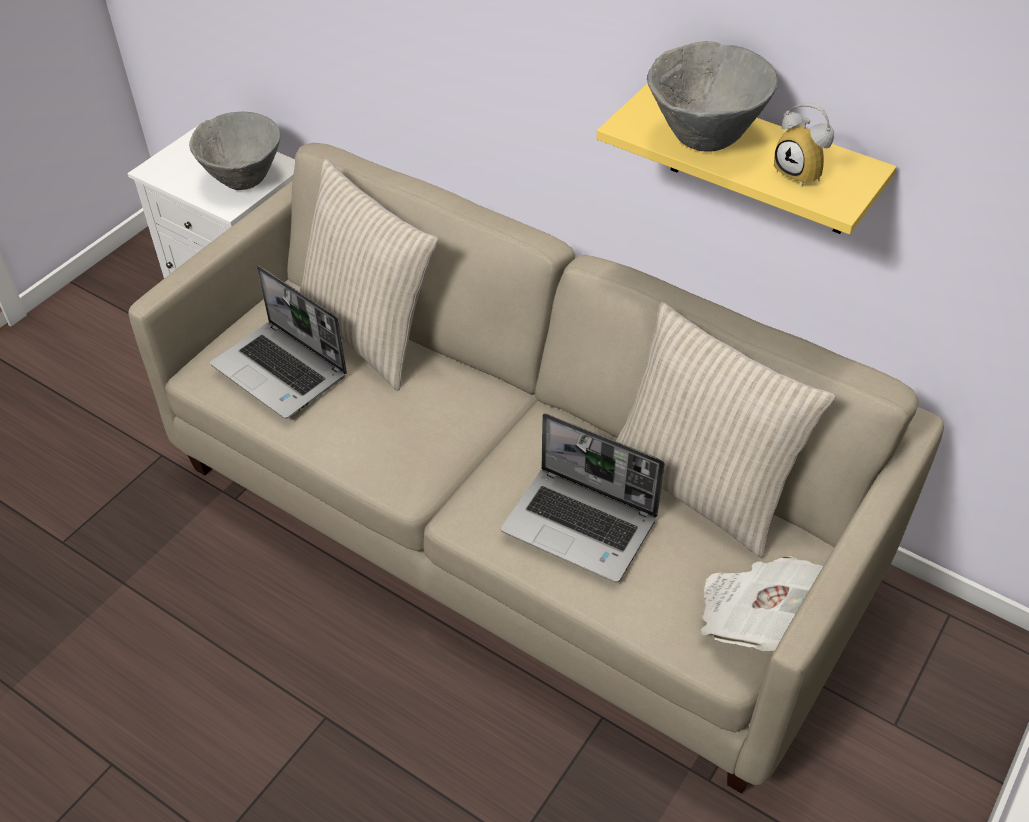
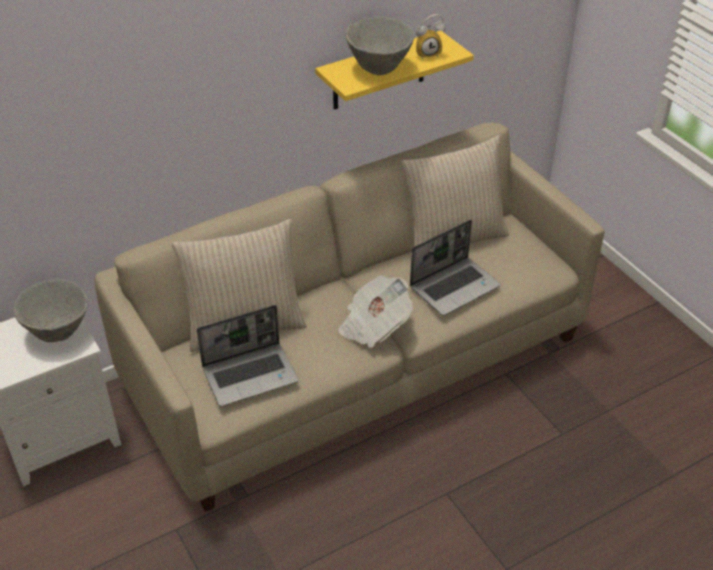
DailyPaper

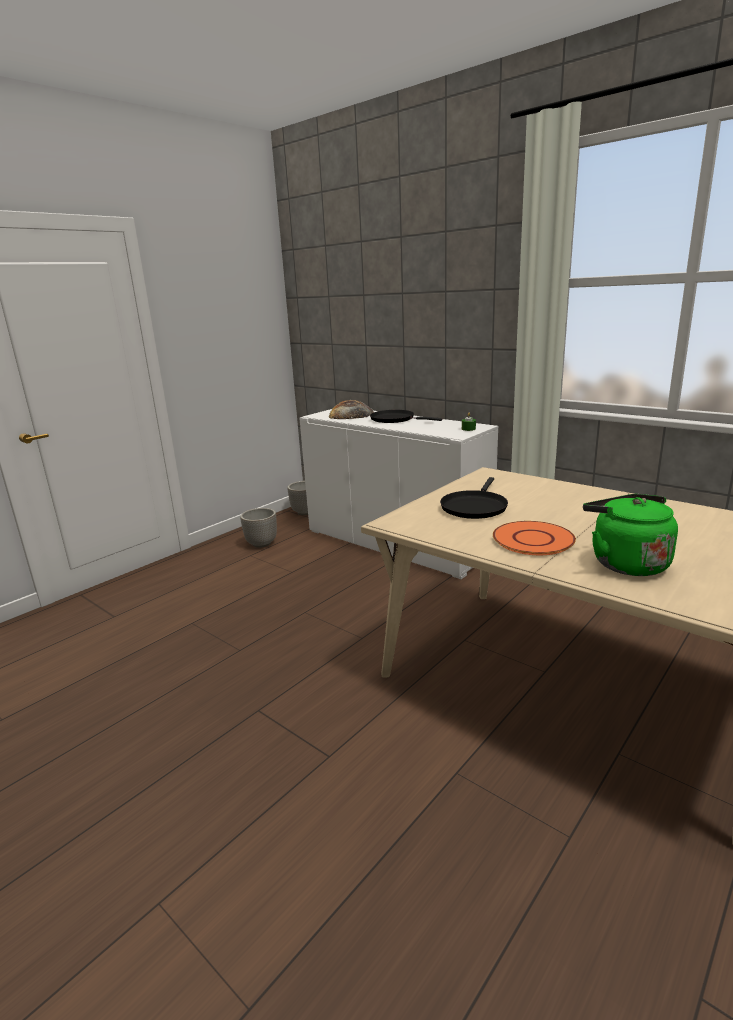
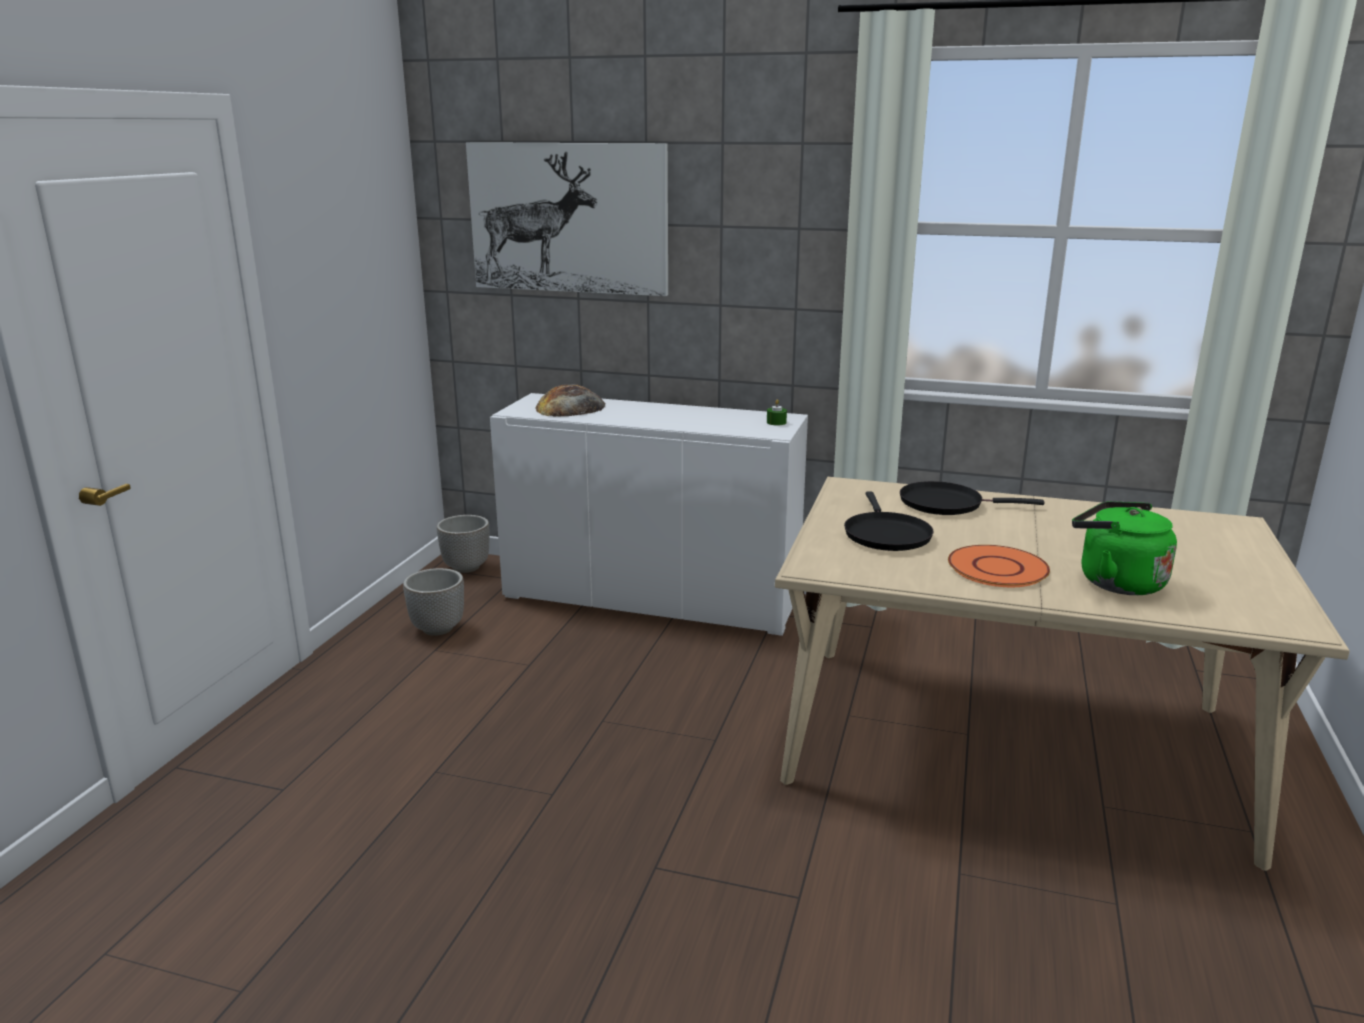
BlackishSkillet (2nd from left)
Picture

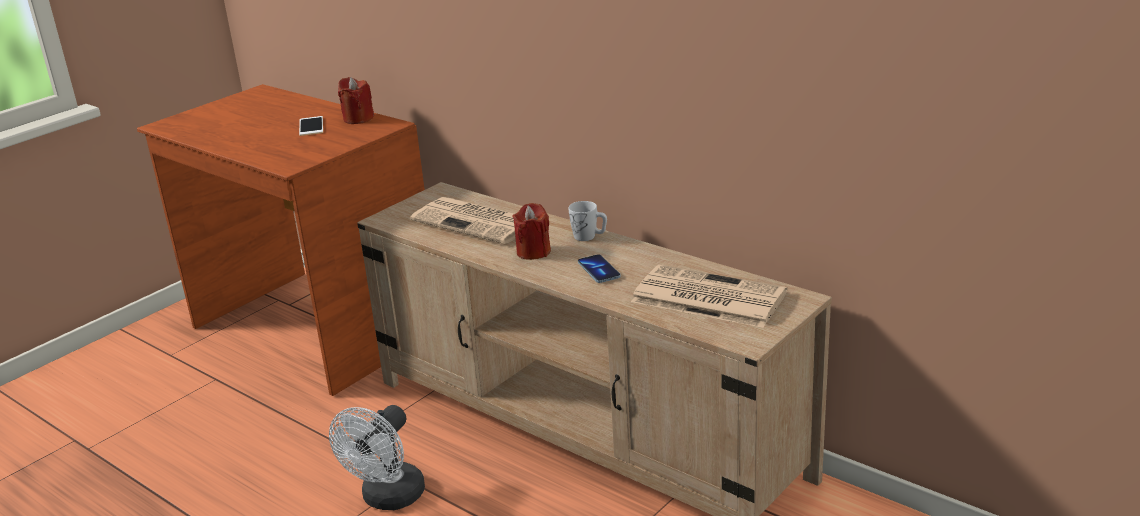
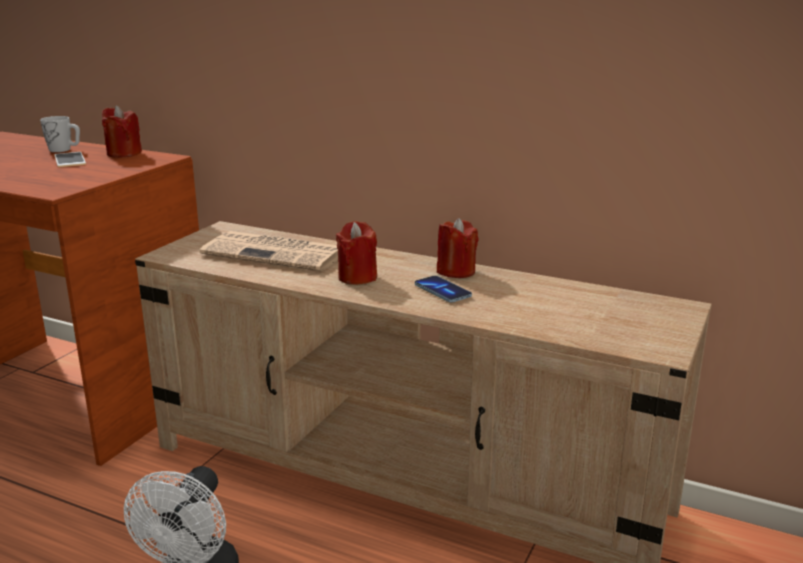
WhiteColouredCoffeeMug
DailyPaper (2nd from left in the first image)
RedColouredCandle (3rd from left)

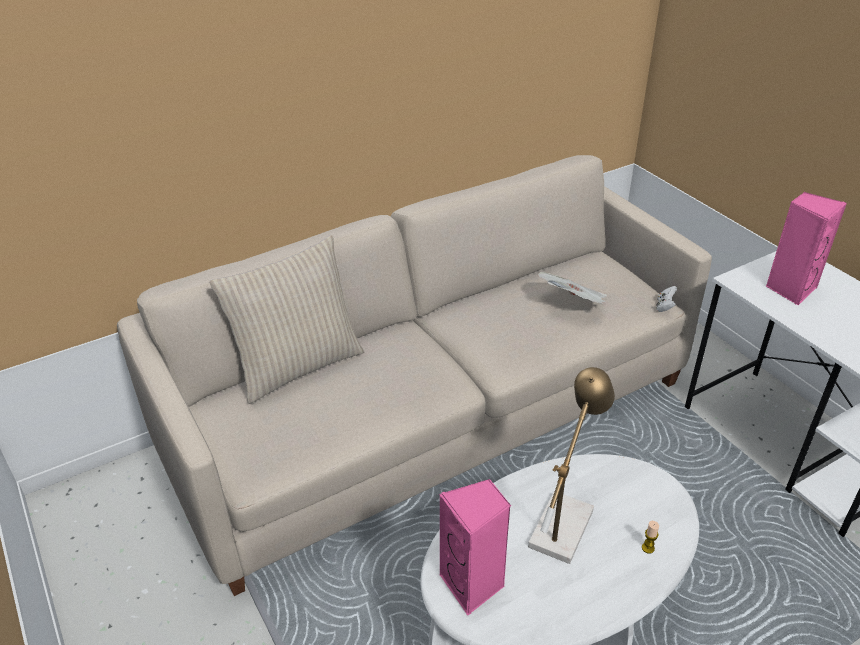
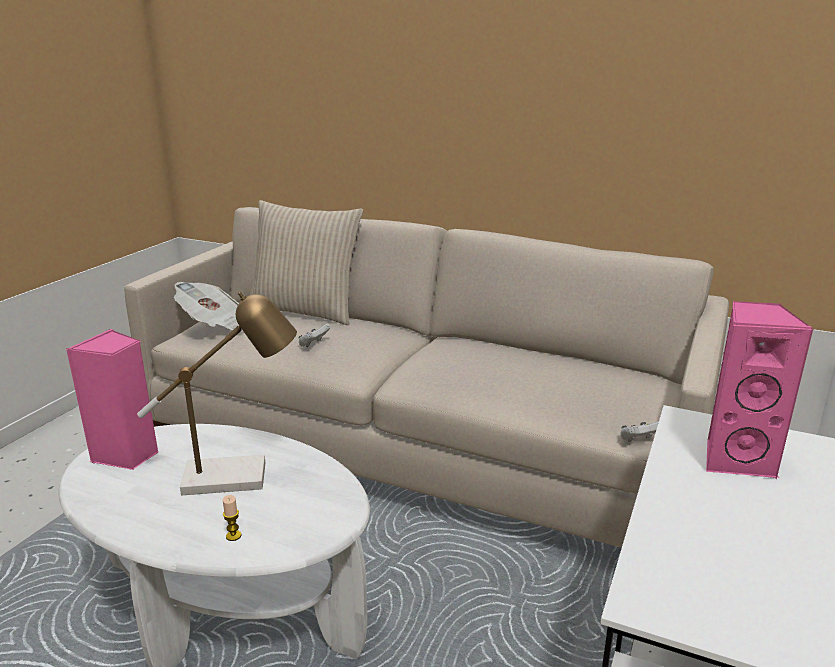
DailyPaper
WhiteColouredJoypad (1st from left)

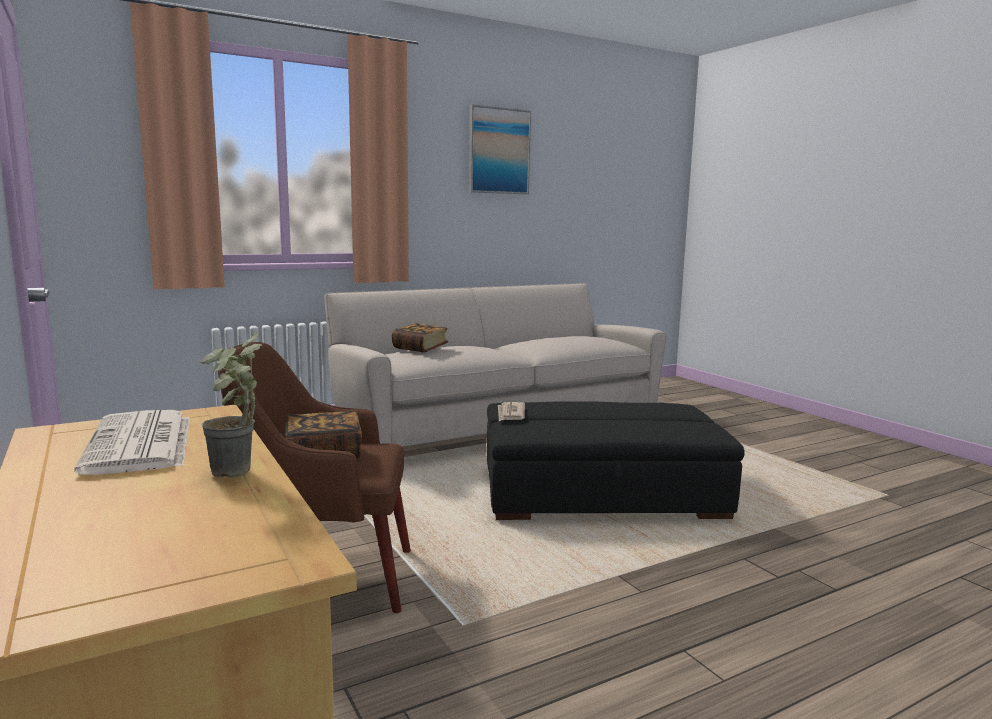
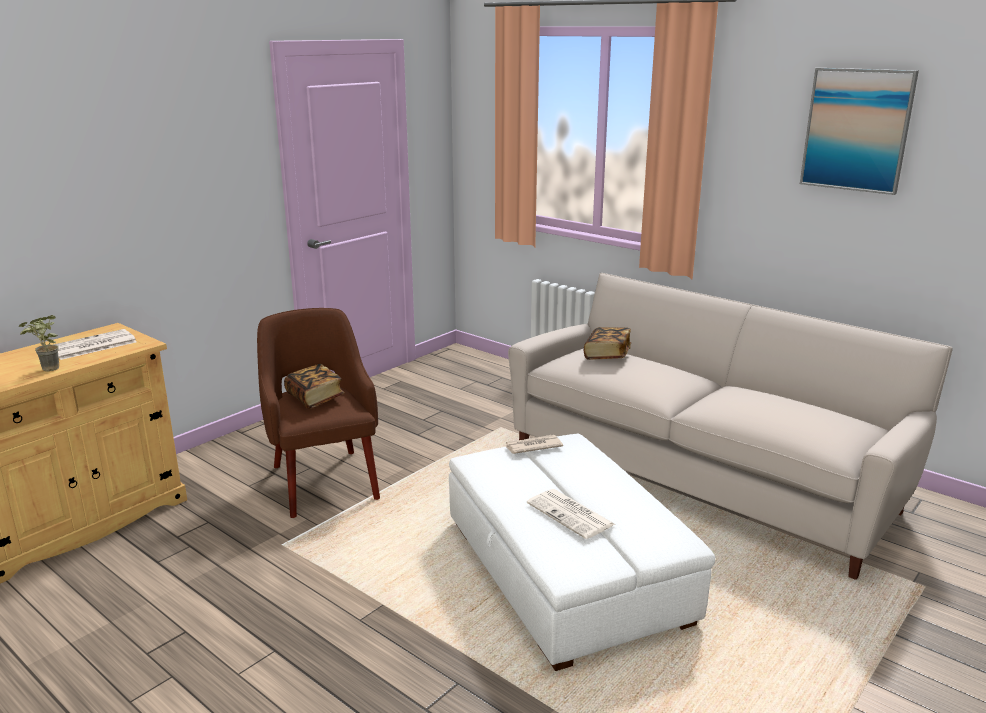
WhiteColouredOttoman
DailyPaper (3rd from left)

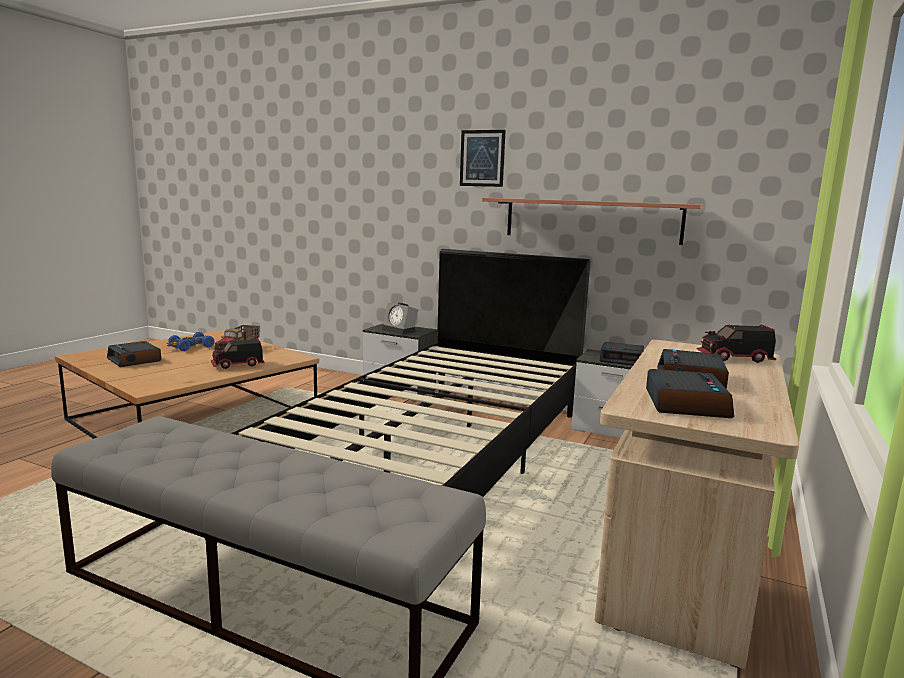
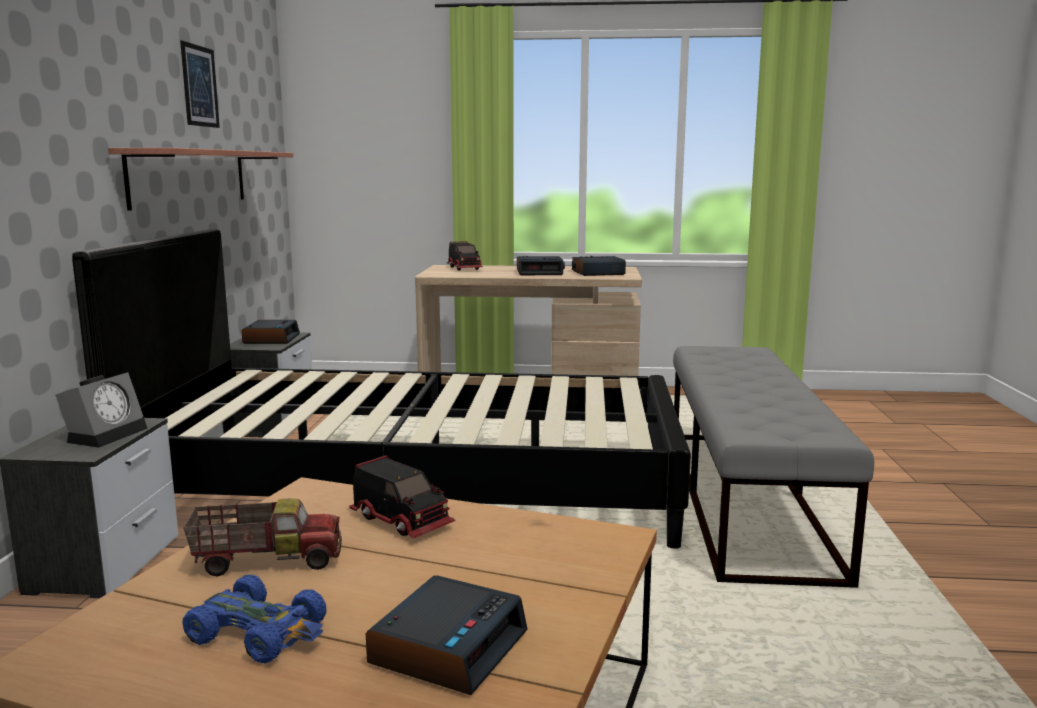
Picture

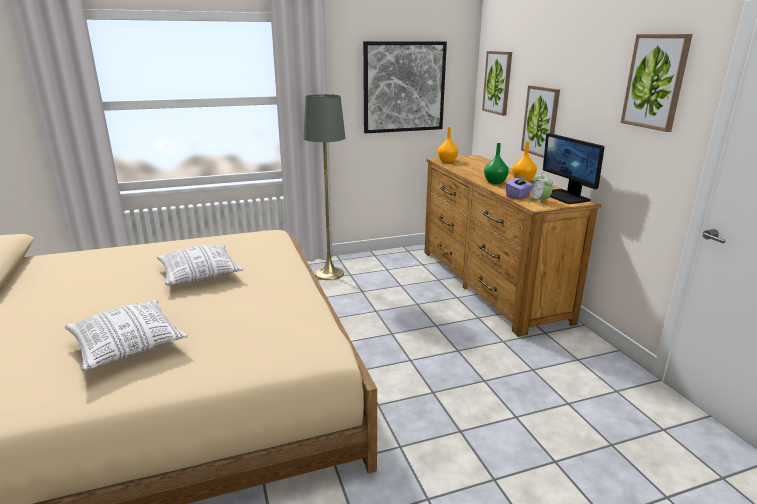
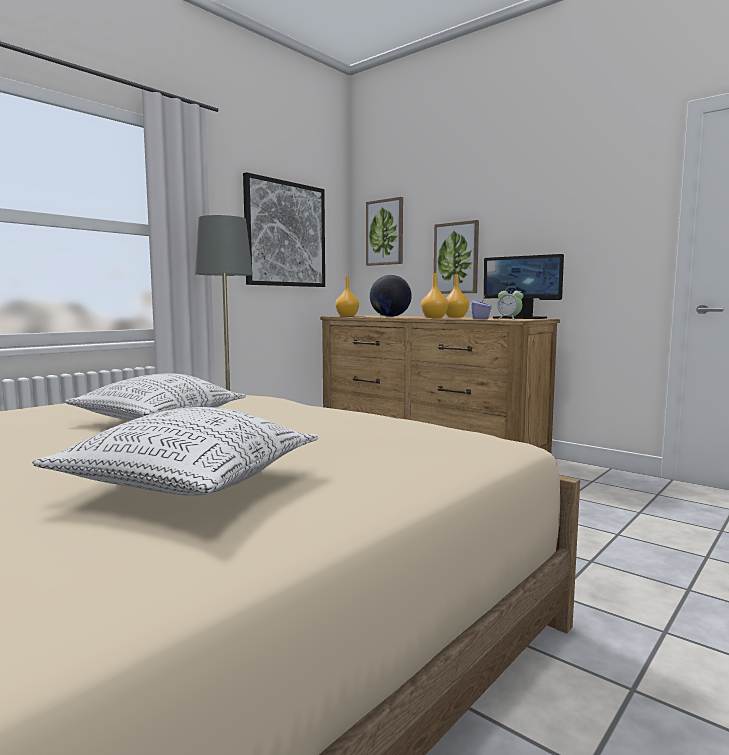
OrangeColouredDecorativeVase (2nd from left)
Picture (4th from left in the first image)
Globe

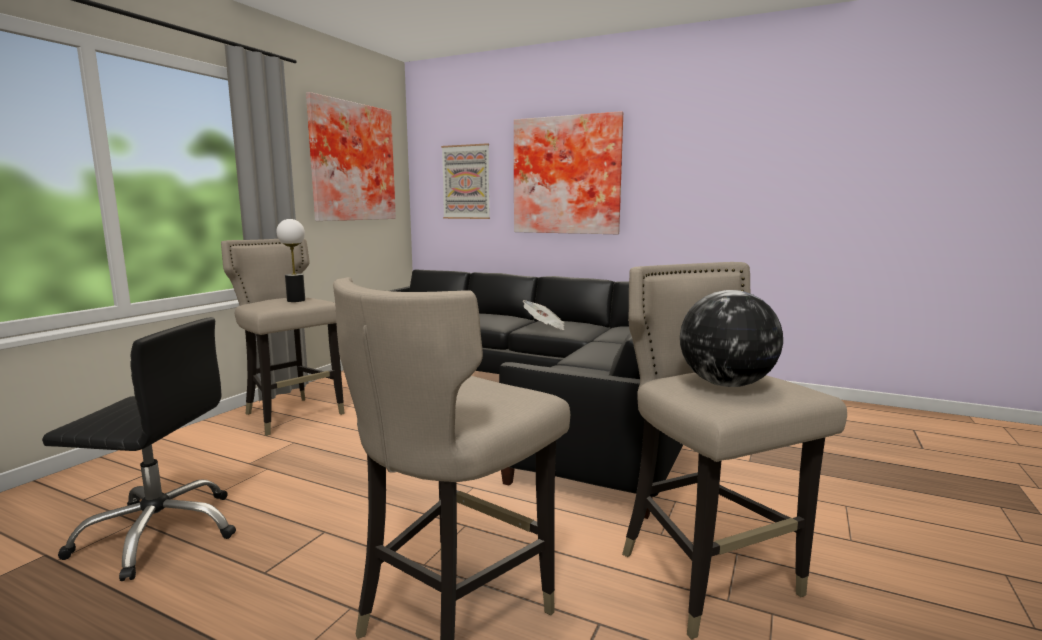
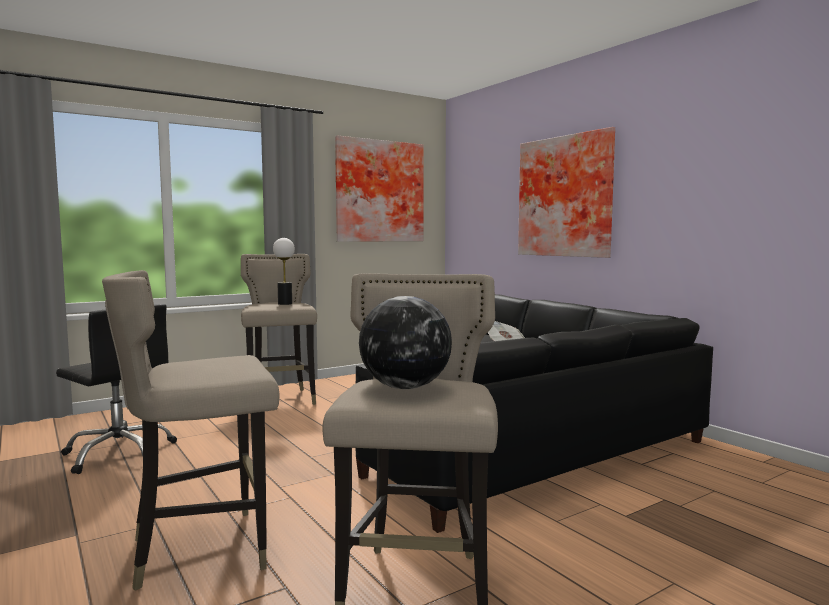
Picture (2nd from left in the first image)

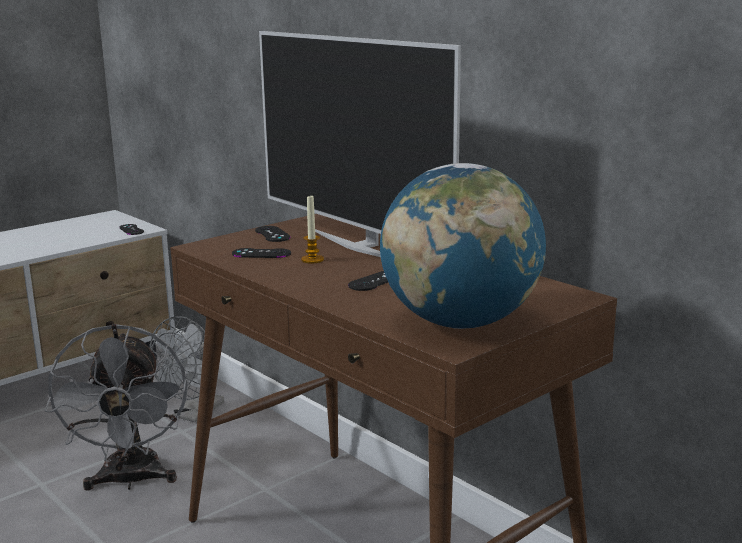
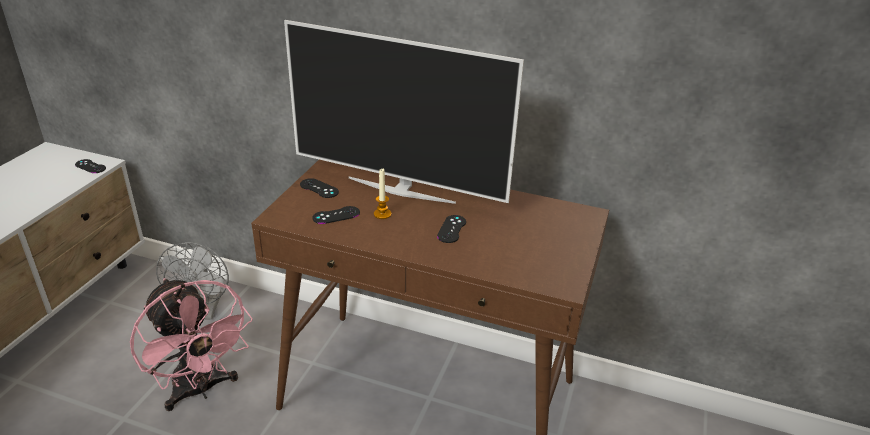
PinkColouredElectricFan
Globe

